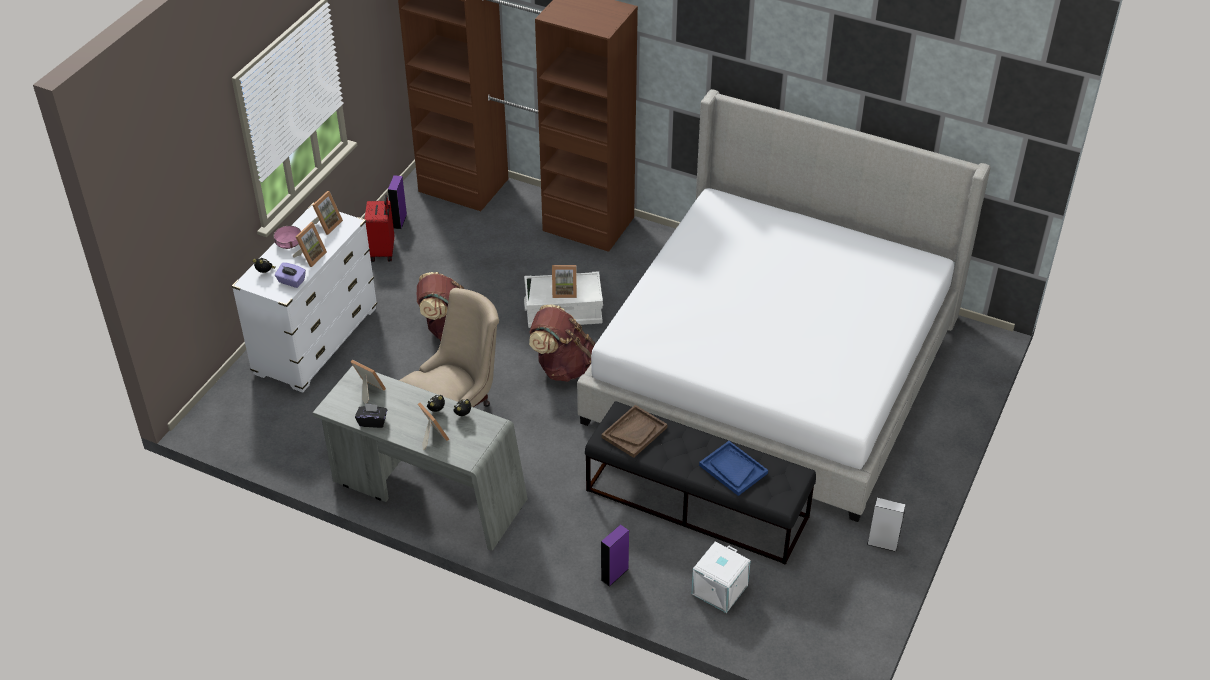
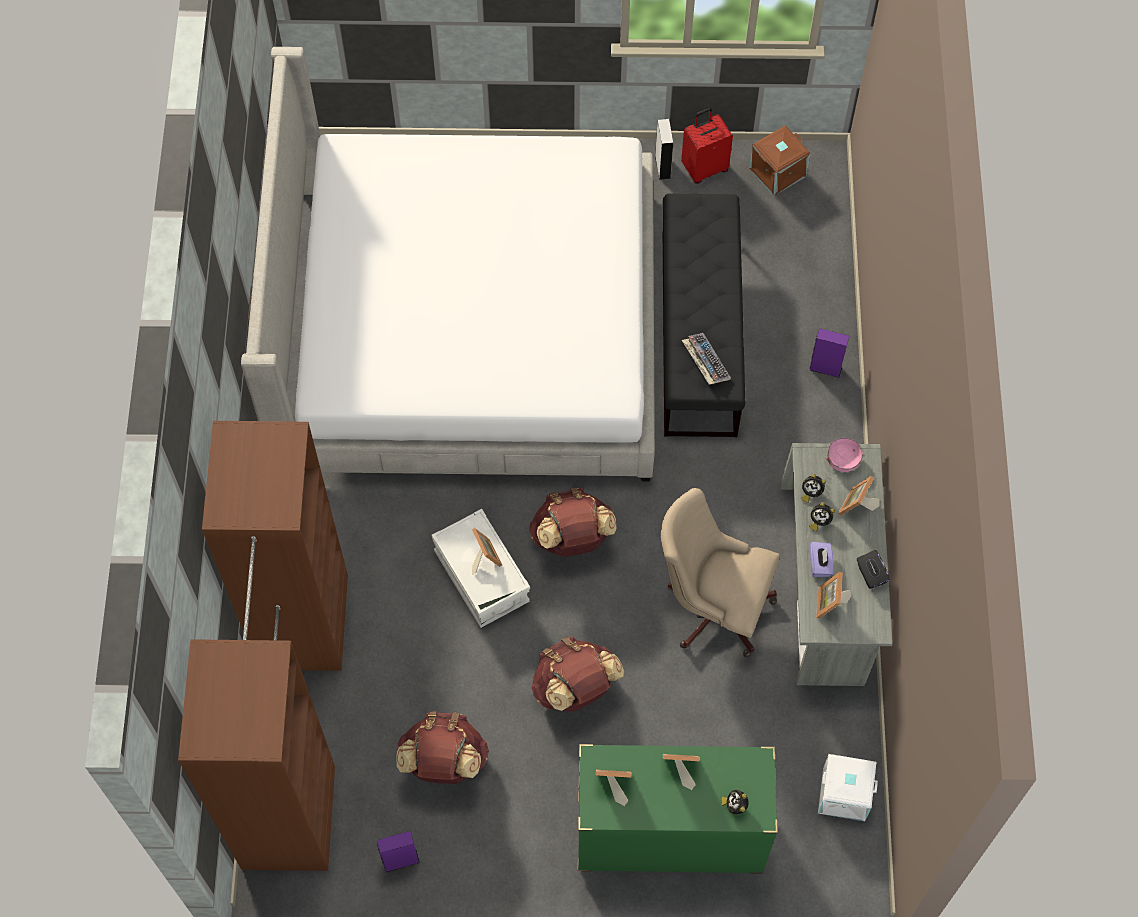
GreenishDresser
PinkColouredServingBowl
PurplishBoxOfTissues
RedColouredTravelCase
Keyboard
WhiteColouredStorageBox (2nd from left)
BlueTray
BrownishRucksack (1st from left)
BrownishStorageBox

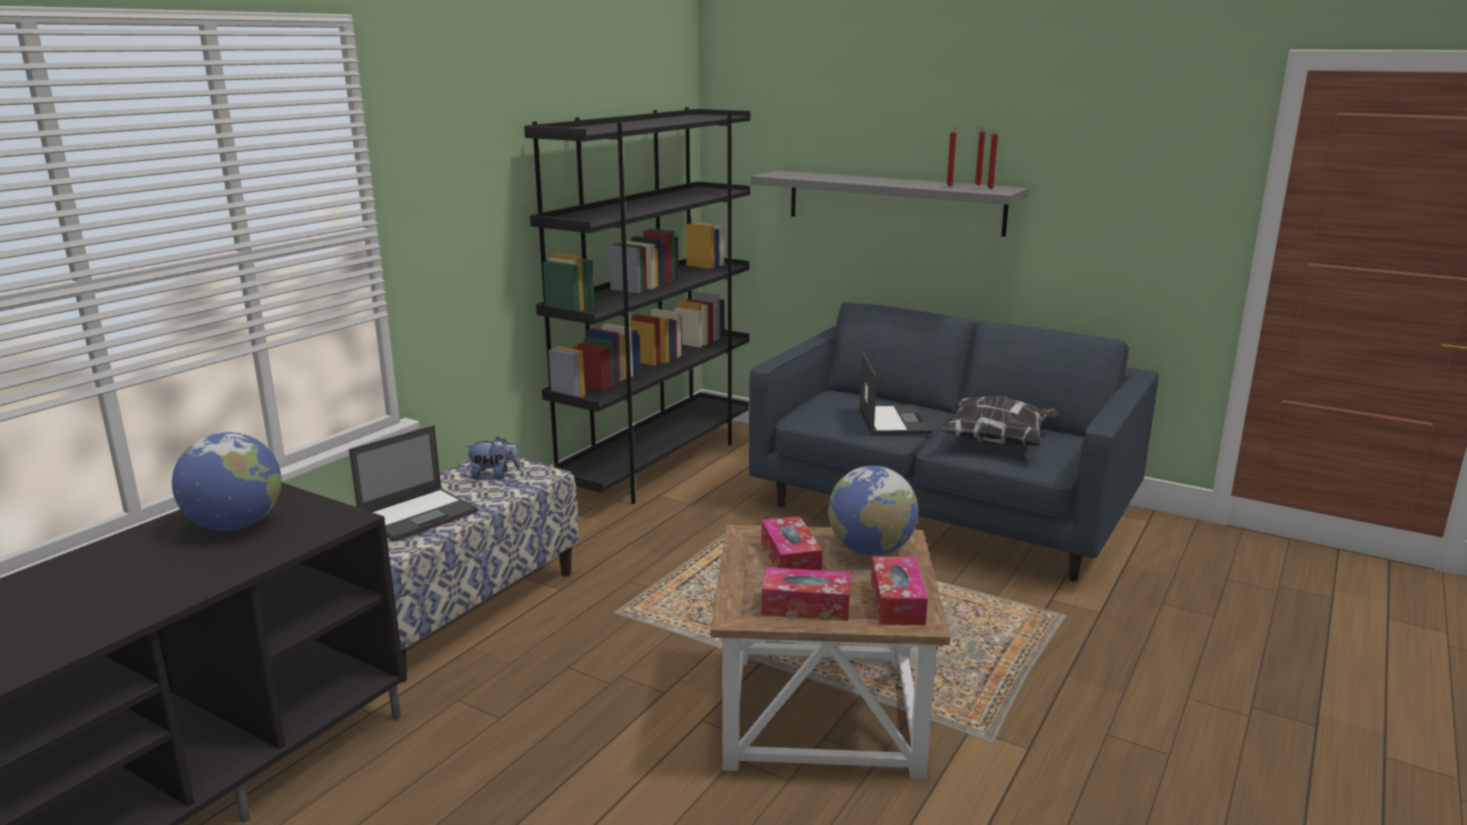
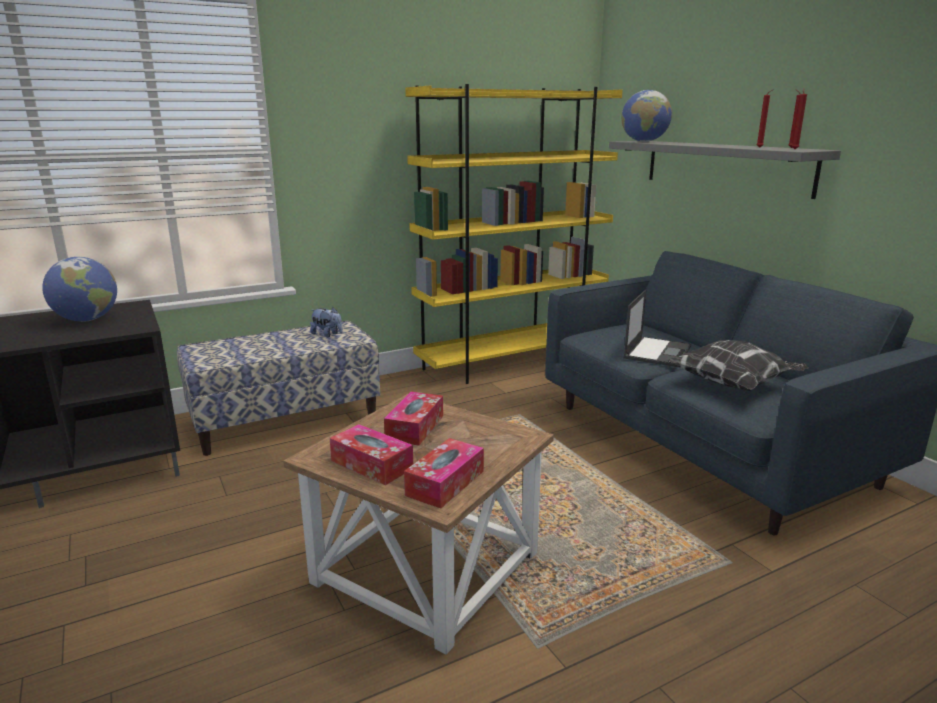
PortableComputer (1st from left in the first image)
YellowishBookshelf
Globe (2nd from left)

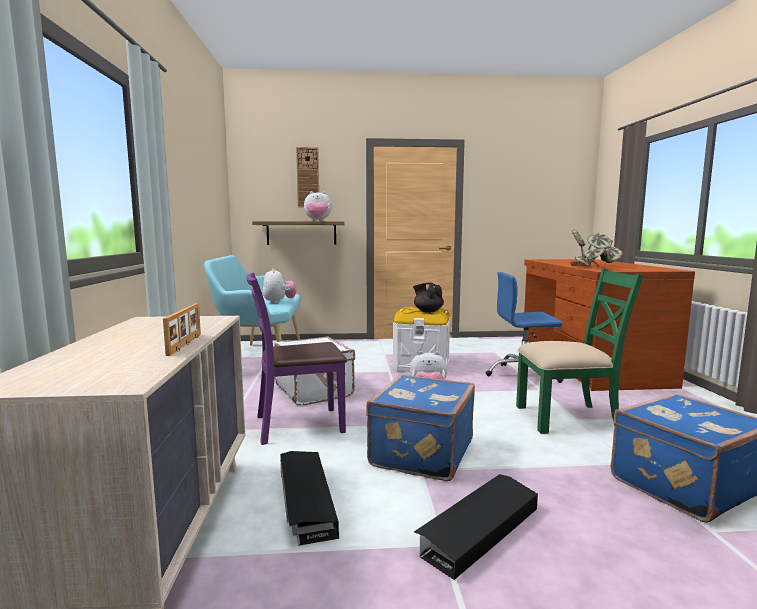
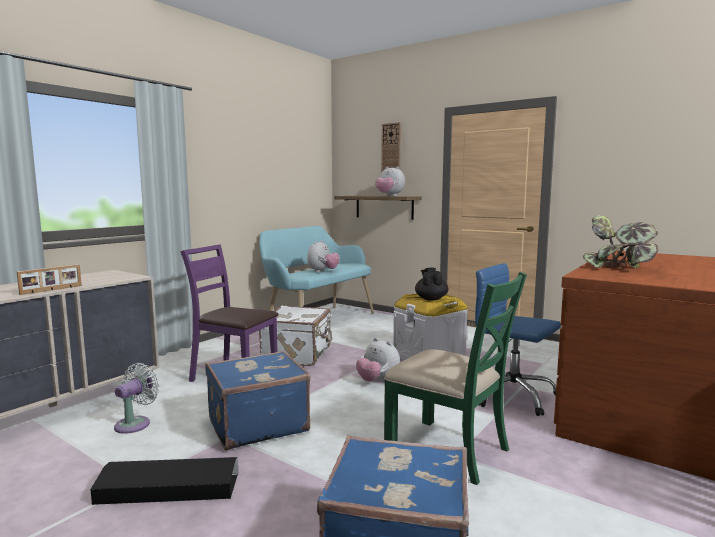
WhiteColouredElectricFan

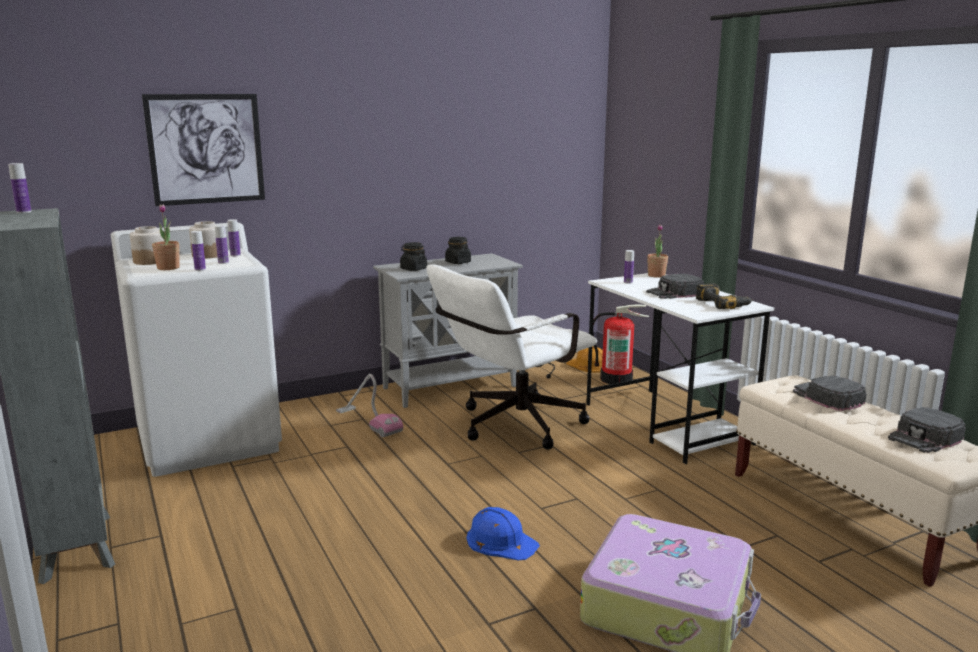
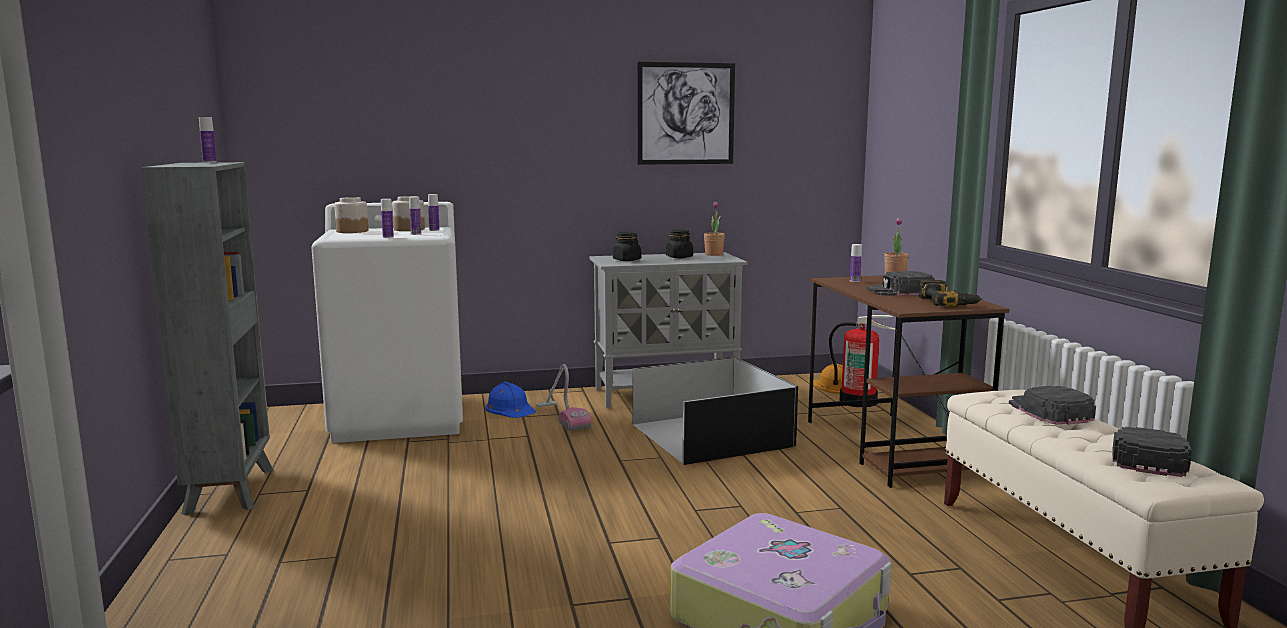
Picture
PottedPlant (1st from left)
BlackishStorageBox
BlueSafetyHelmet
BrownishDesk
BlackishBaseballCap (3rd from left)

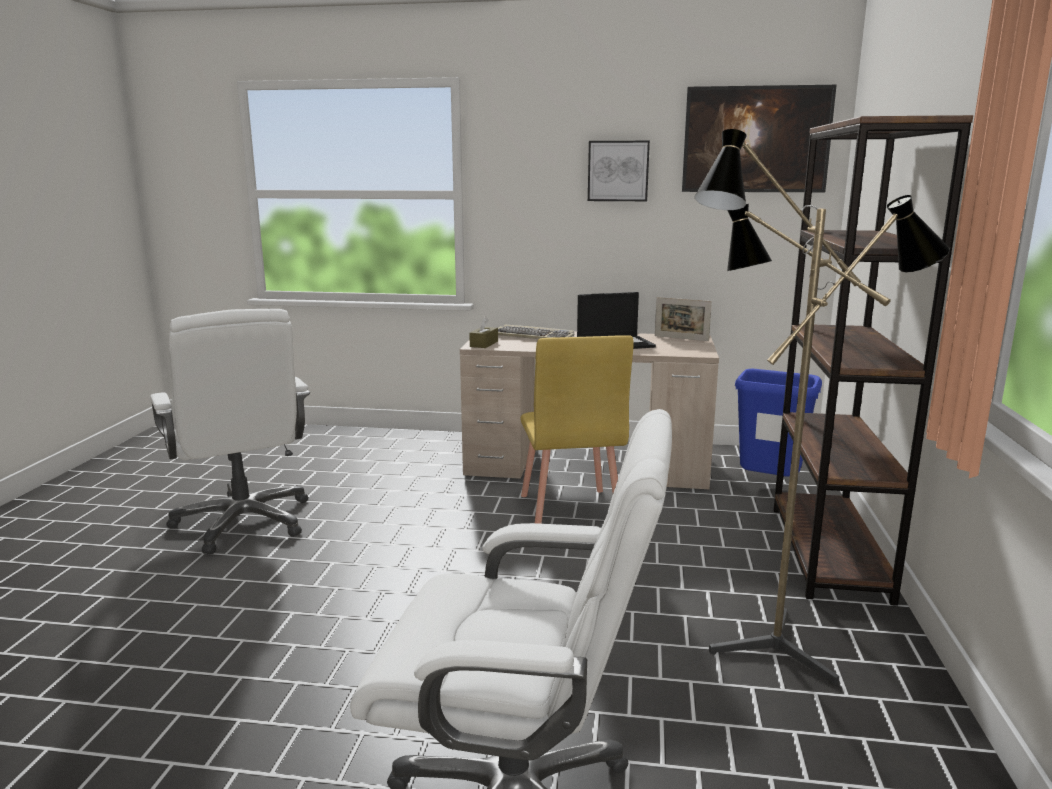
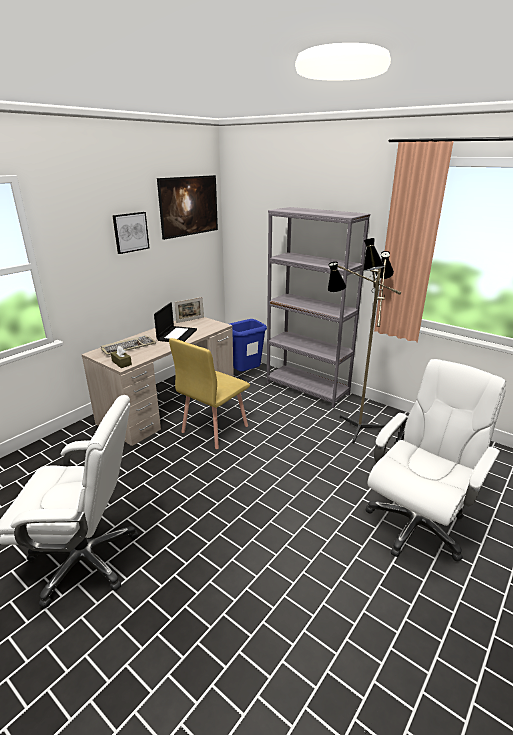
YellowishChair
GreyBookshelf

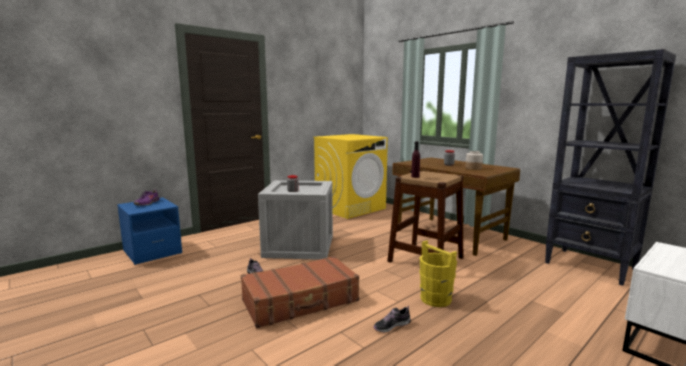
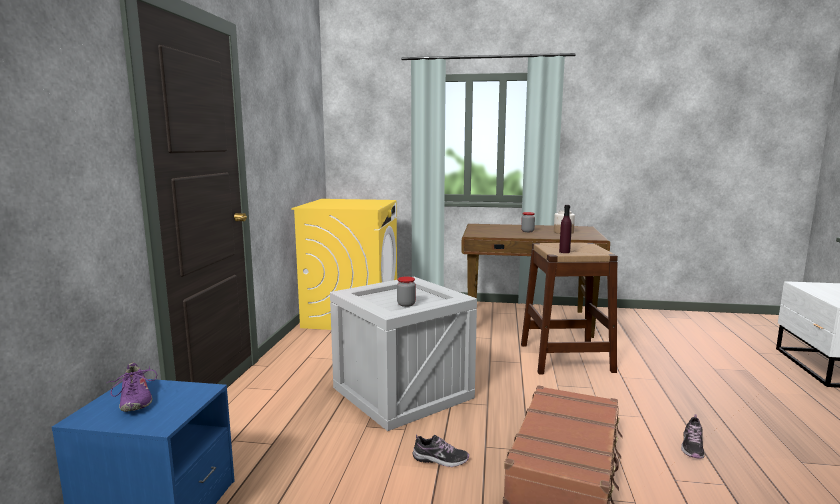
YellowishWaterBucket
BlackishBookshelf

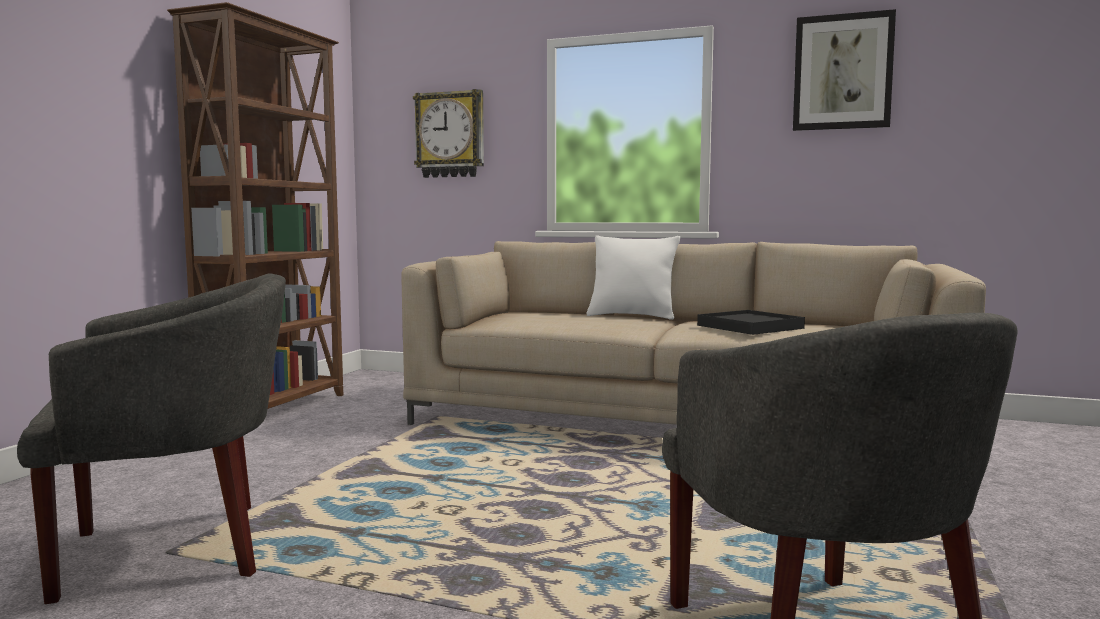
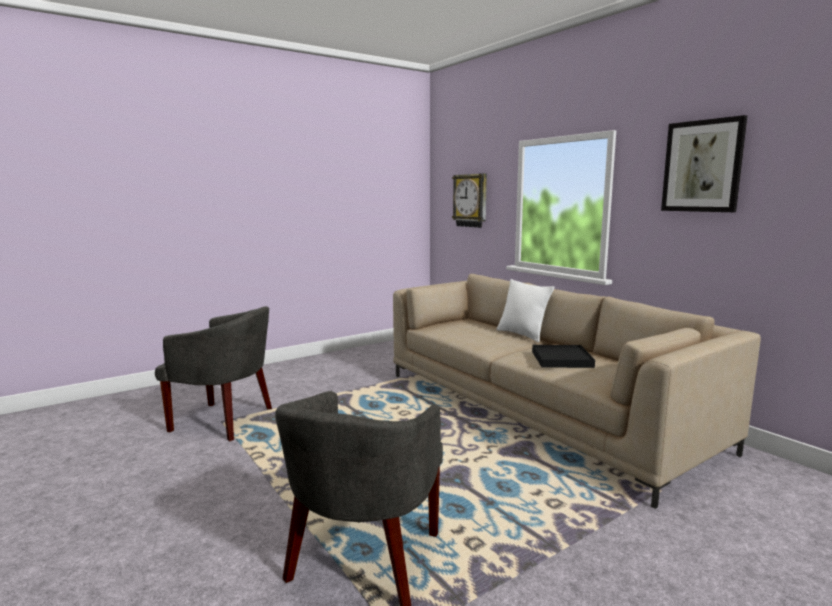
BrownishBookshelf

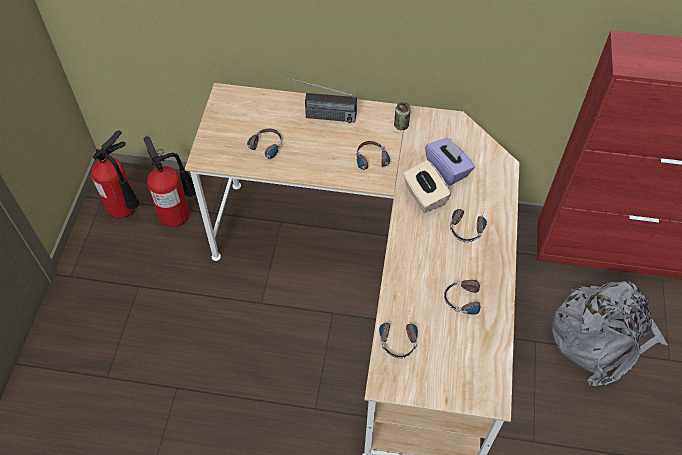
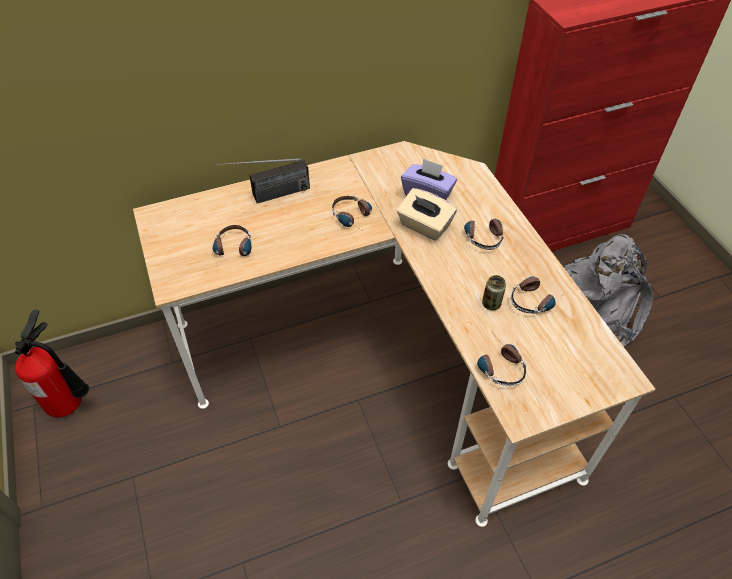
FireFightingCylinder (2nd from left in the first image)
MetalCan

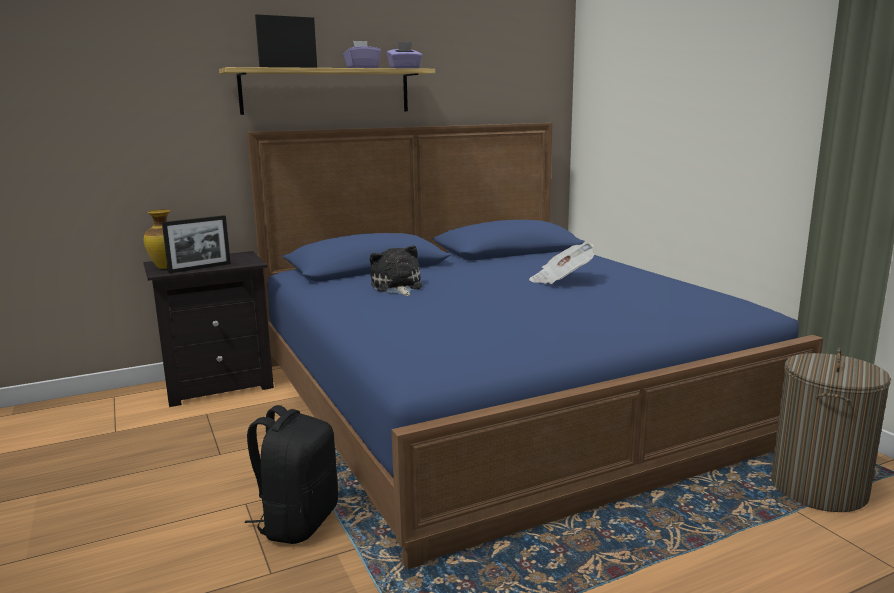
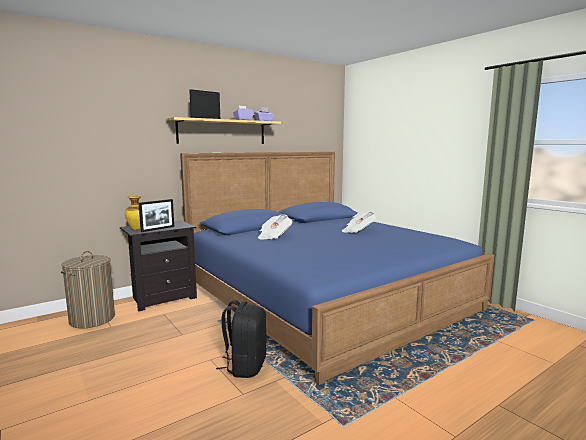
DailyPaper (1st from left)
LaundryBasket

